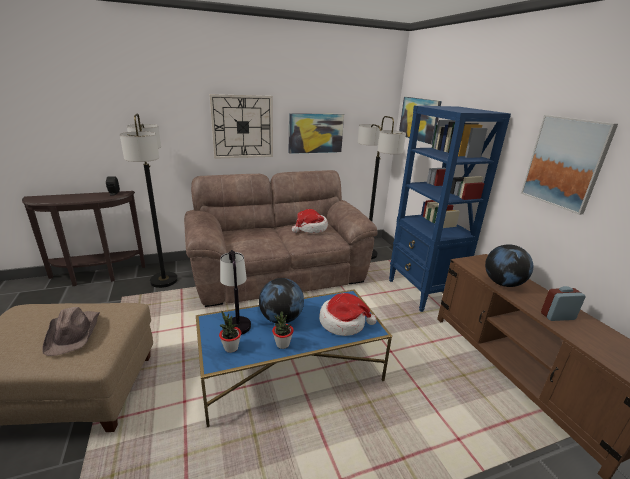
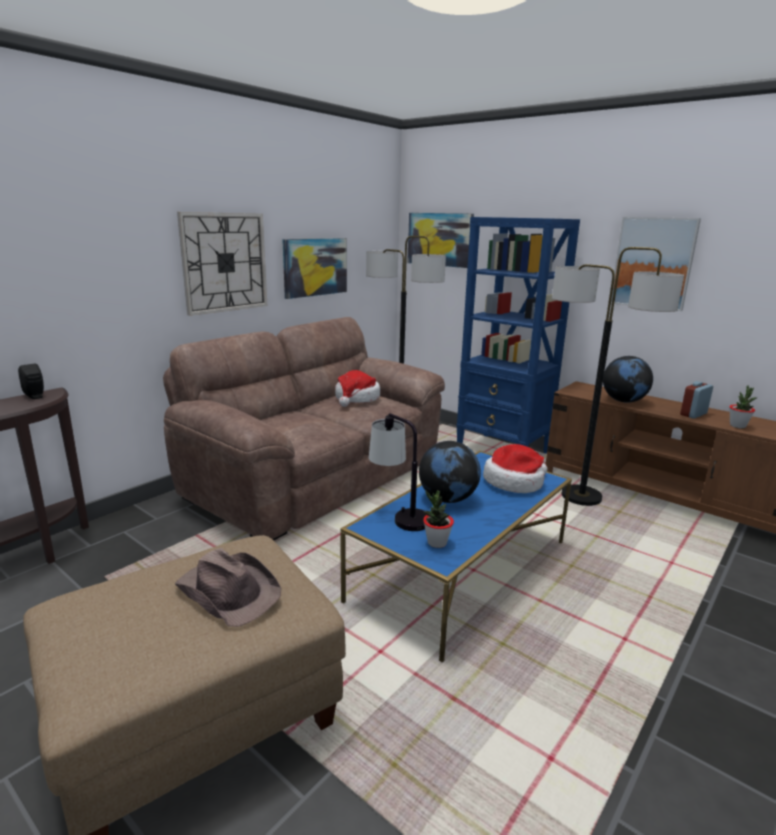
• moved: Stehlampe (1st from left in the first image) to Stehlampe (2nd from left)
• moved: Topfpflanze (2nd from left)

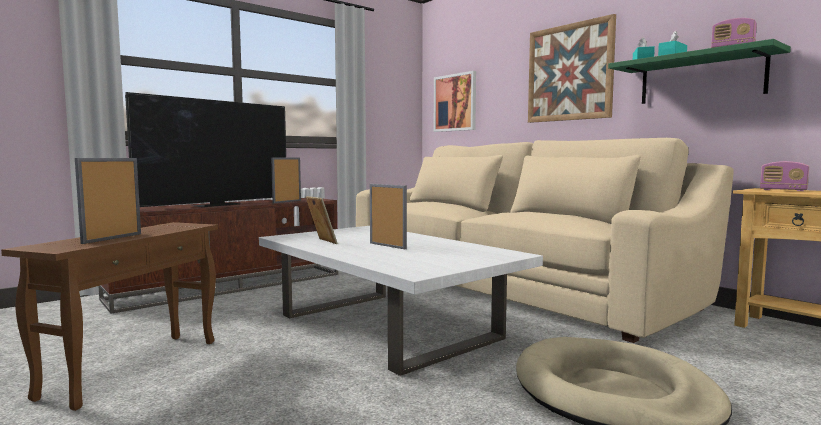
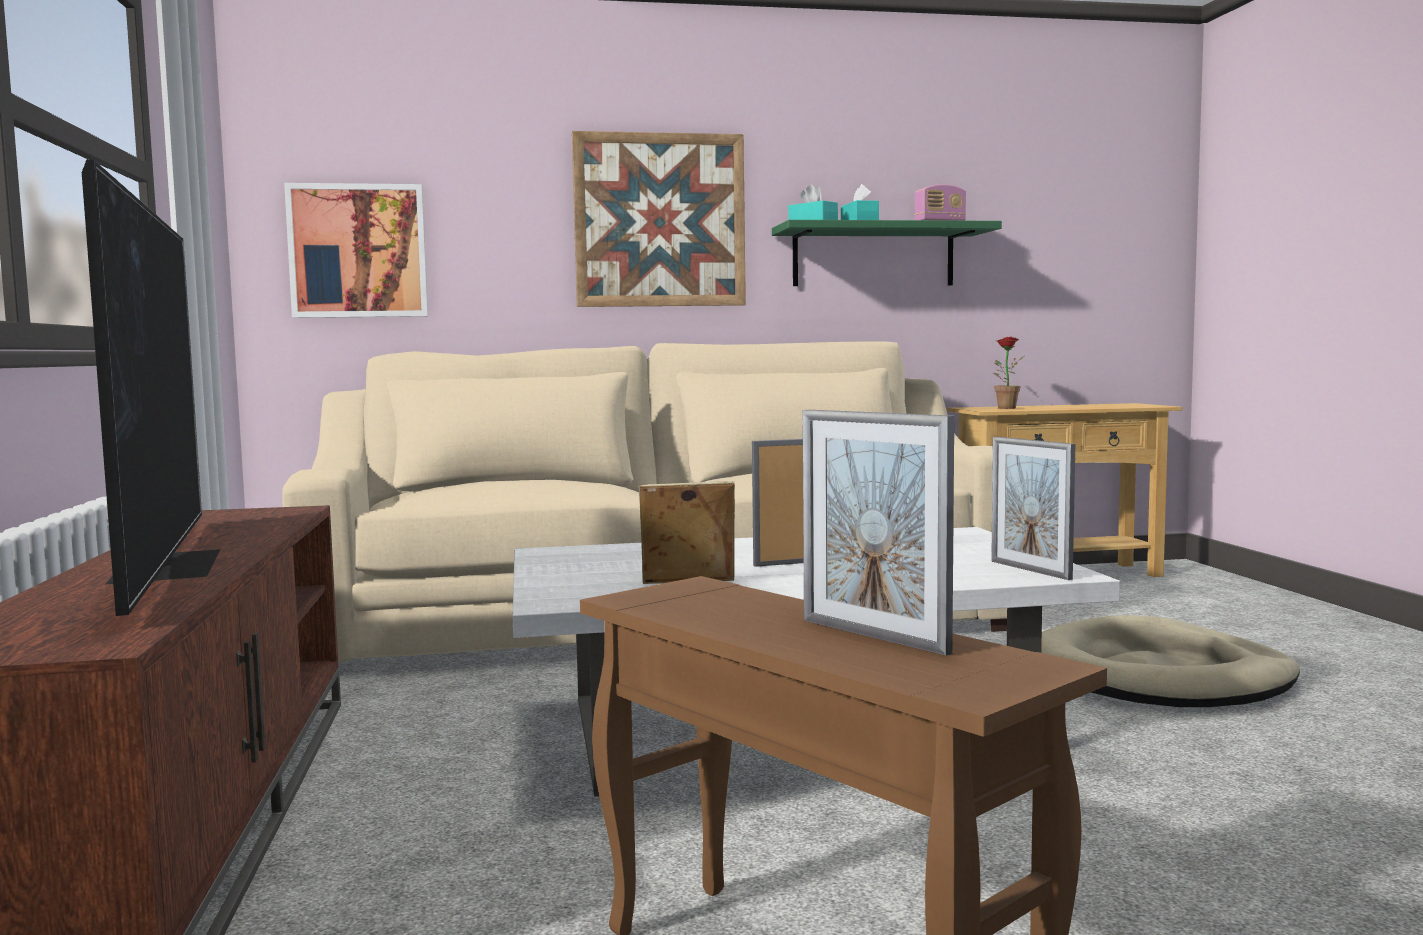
• moved: Bilderrahmen (2nd from left in the first image) to Bilderrahmen (4th from left)
• replaced: Radio (2nd from left) to Topfpflanze

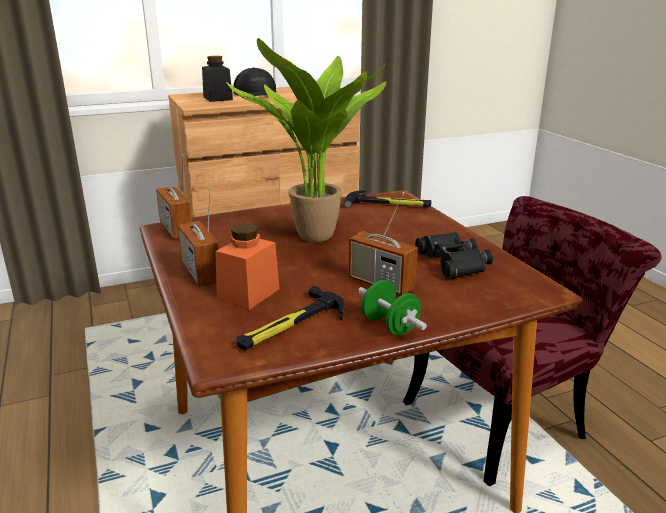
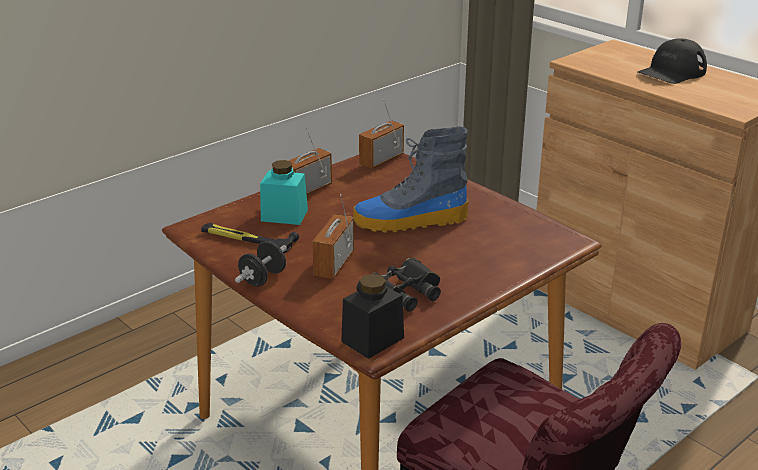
• moved: Vorratsglas (schwarz)
• recoloured: Vorratsglas (orange) to Vorratsglas (türkis)
• replaced: Topfpflanze to Stiefel
• removed: Hammer (2nd from left)
• recoloured: Hantel (grün) to Hantel (schwarz)

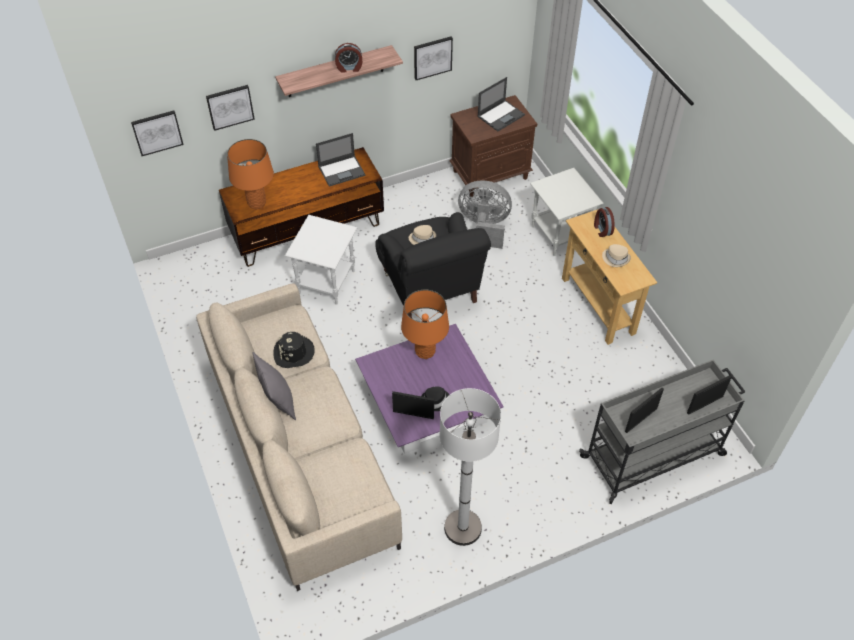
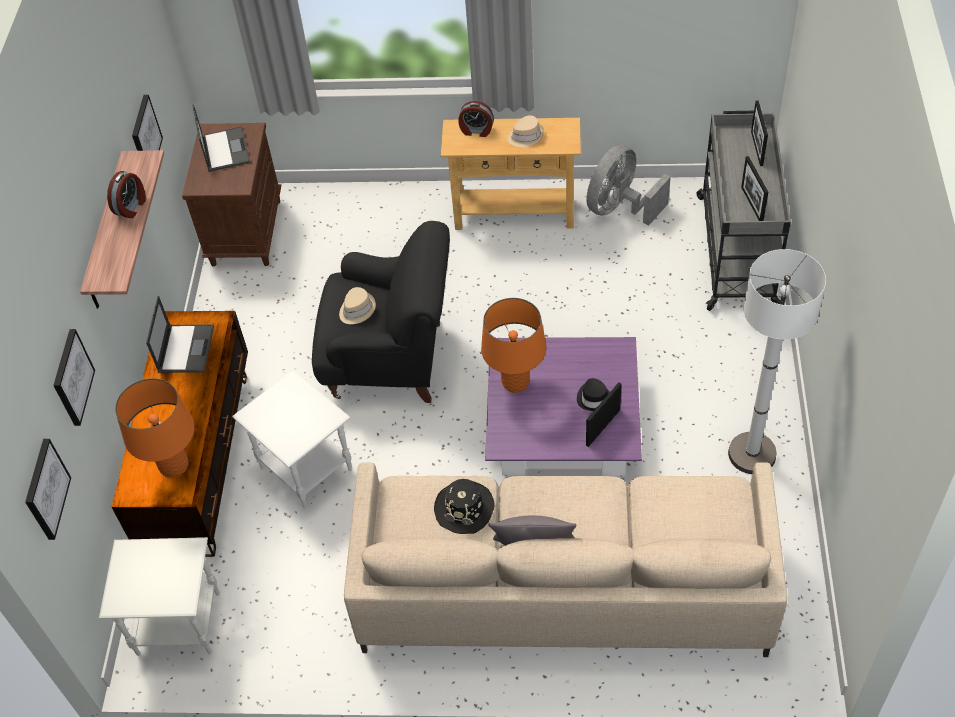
• moved: Ventilator (grau)
• moved: Beistelltisch (weiß) (2nd from left in the first image) to Beistelltisch (weiß) (1st from left)

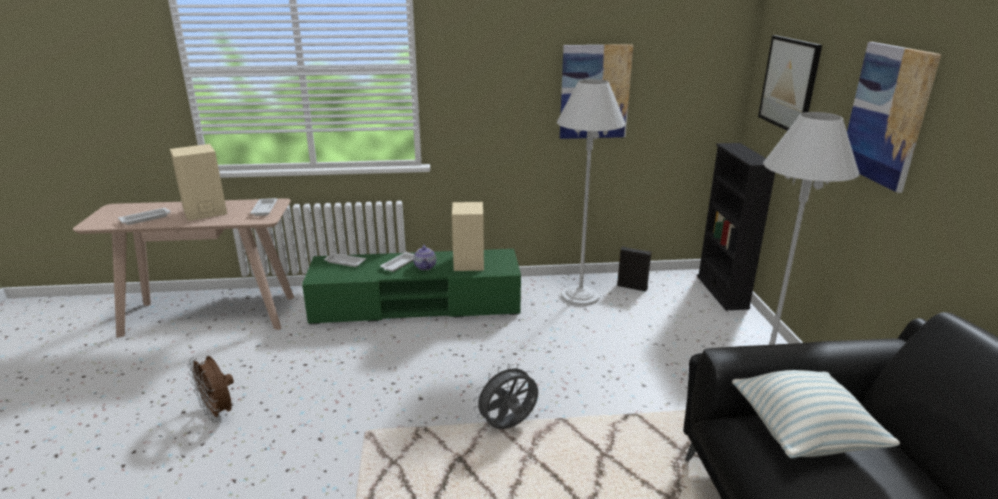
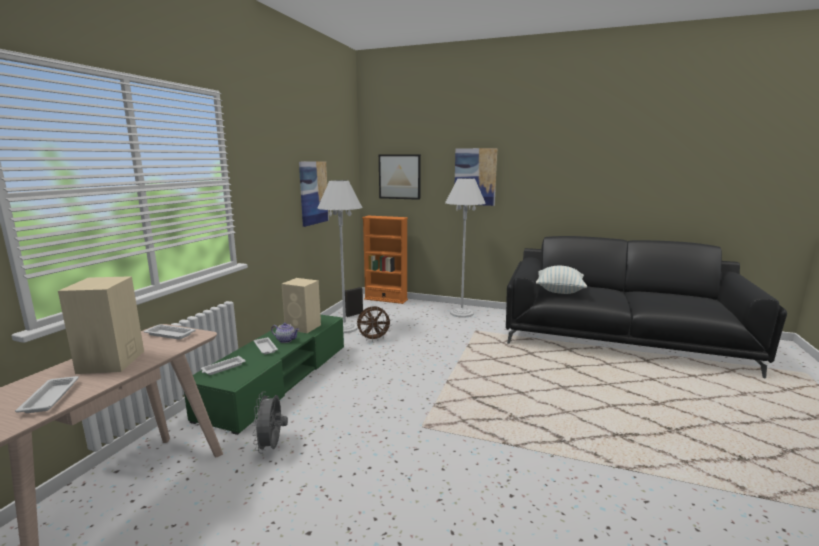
• moved: Ventilator (braun)
• moved: Ventilator (grau)
• recoloured: Bücherregal (schwarz) to Bücherregal (orange)

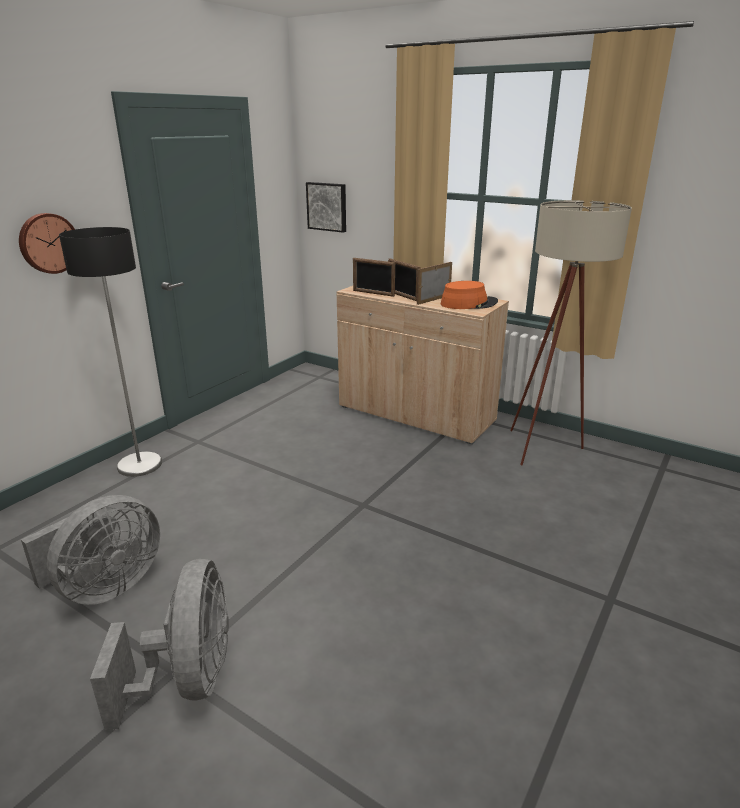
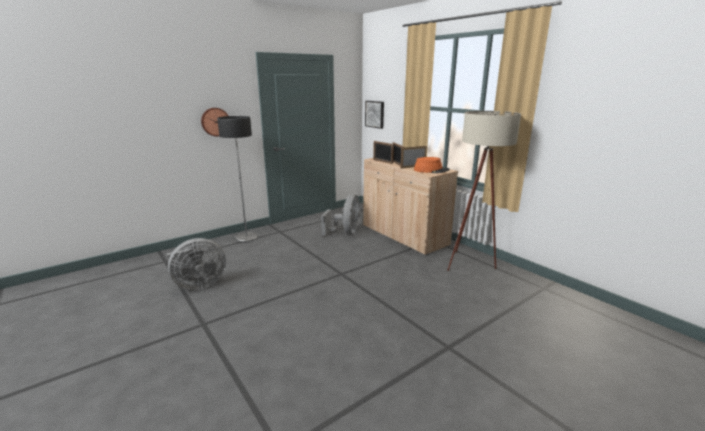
• moved: Ventilator (grau) (2nd from left)

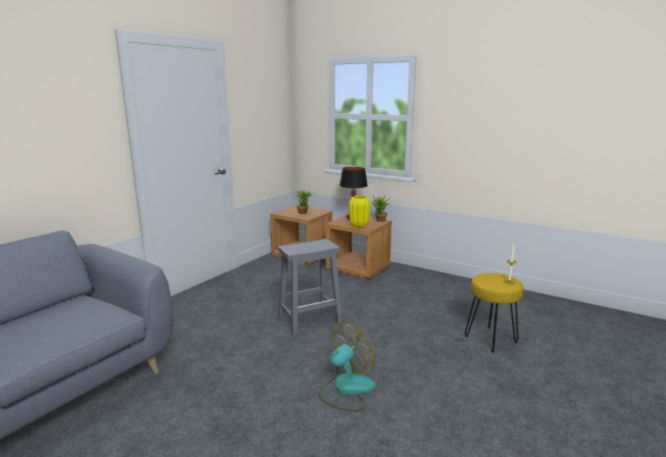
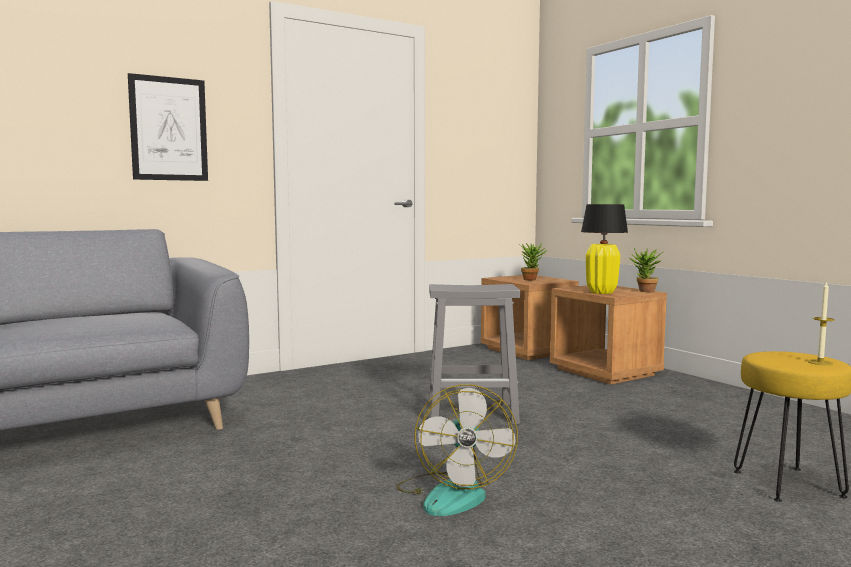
• turned: Ventilator 105 degrees clockwise
• added: Bild

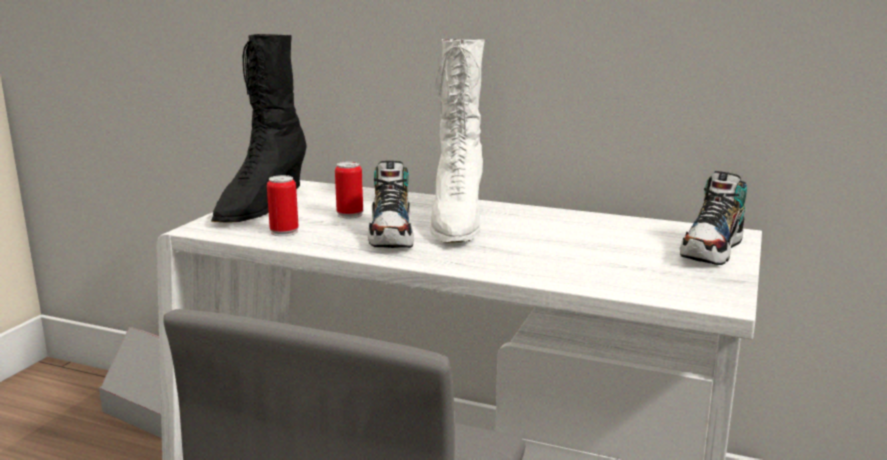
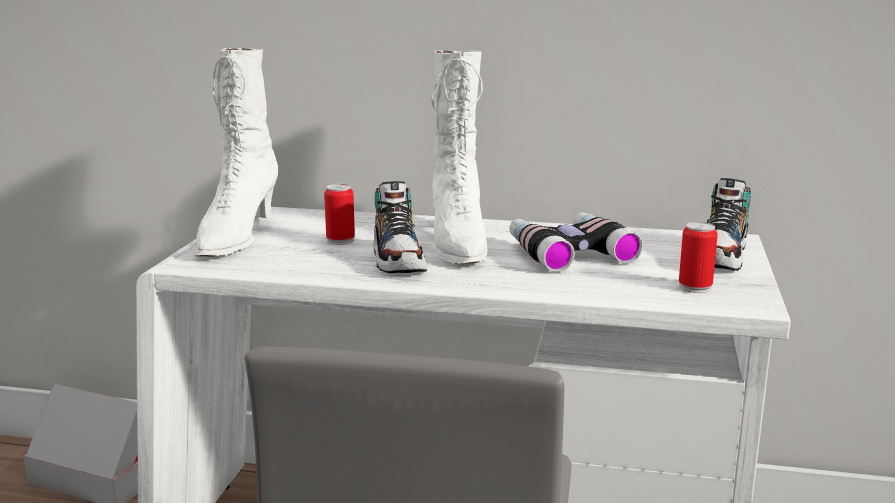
• recoloured: Stiefel (schwarz) to Stiefel (weiß) (1st from left)
• moved: Dose (1st from left in the first image) to Dose (2nd from left)
• added: Fernglas

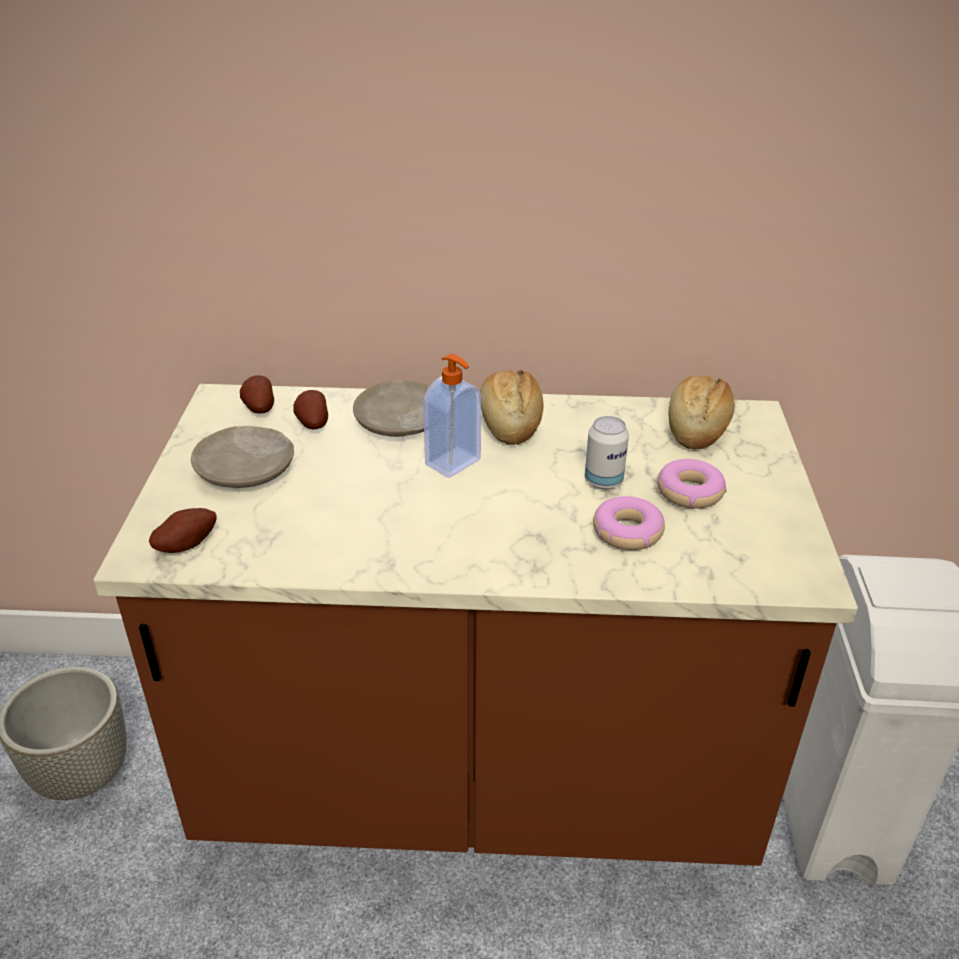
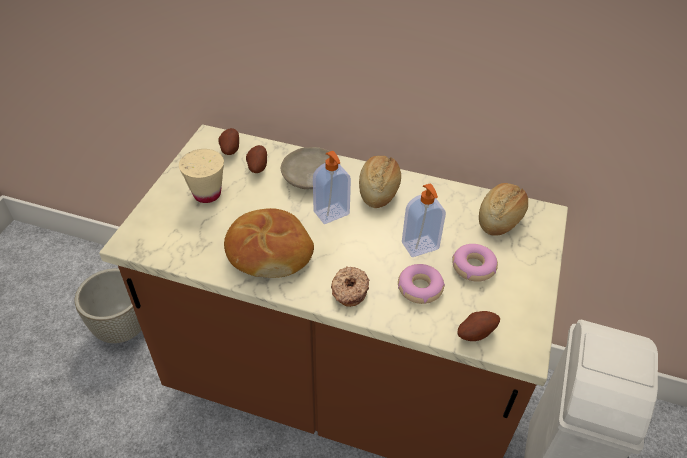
• moved: Kartoffel (1st from left in the first image) to Kartoffel (3rd from left)
• replaced: Teller (beige) (1st from left) to Tasse (beige)
• replaced: Dose to Seifenspender (2nd from left)
• added: Brot (1st from left)
• added: Donut (1st from left)

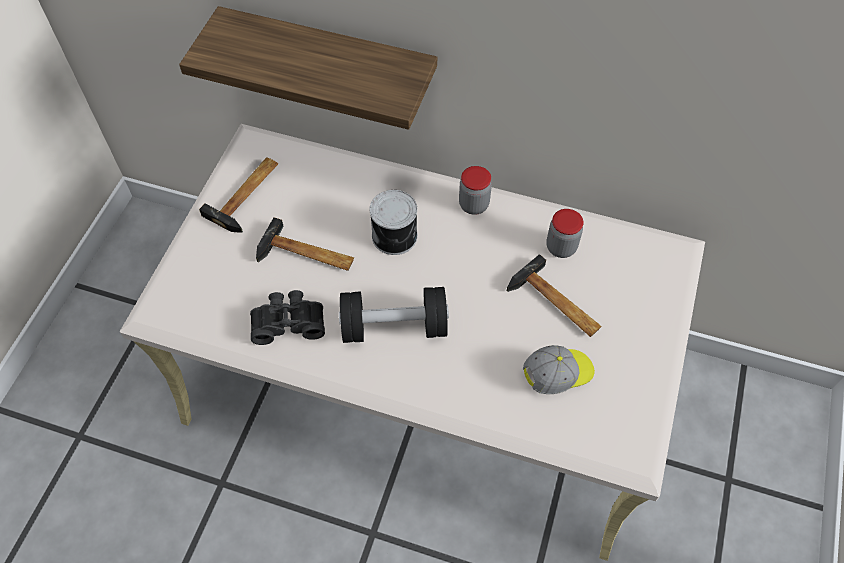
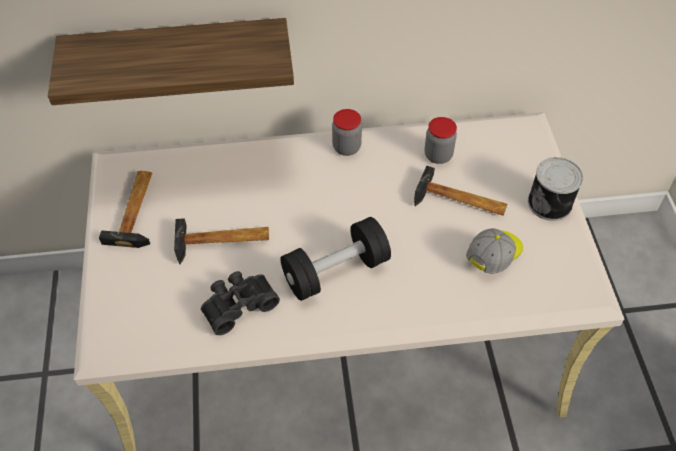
• moved: Dose

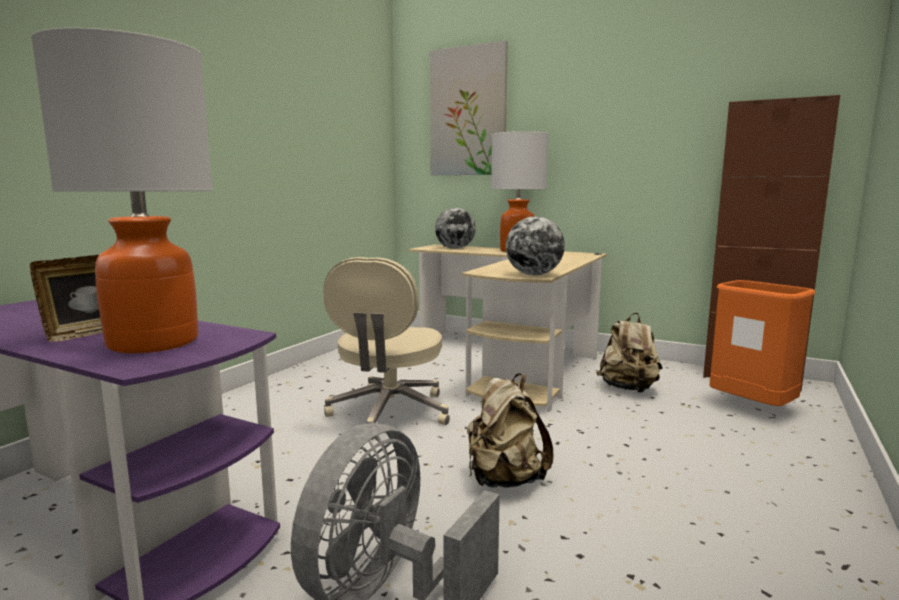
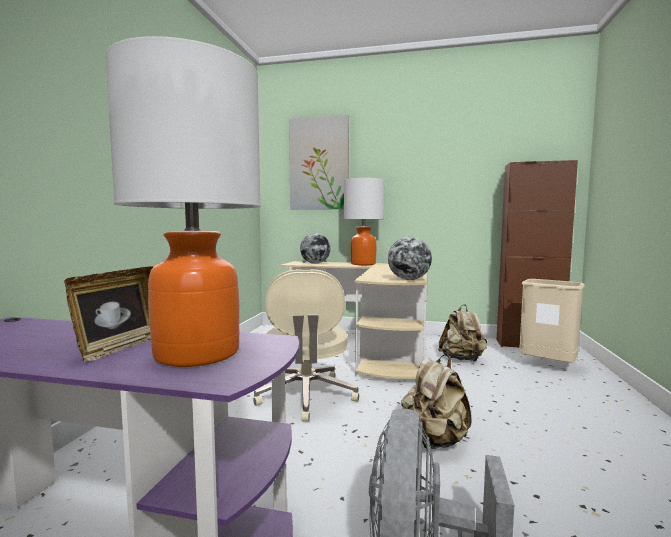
• recoloured: Mülleimer (orange) to Mülleimer (beige)

